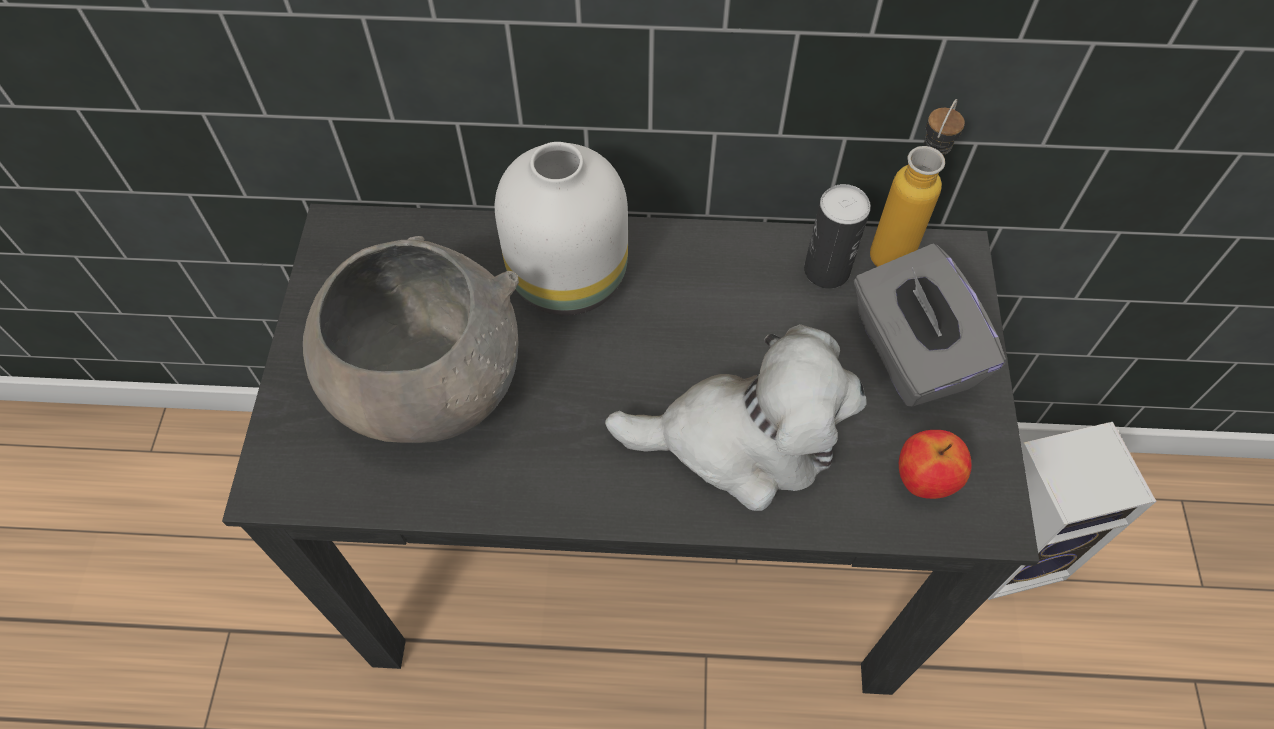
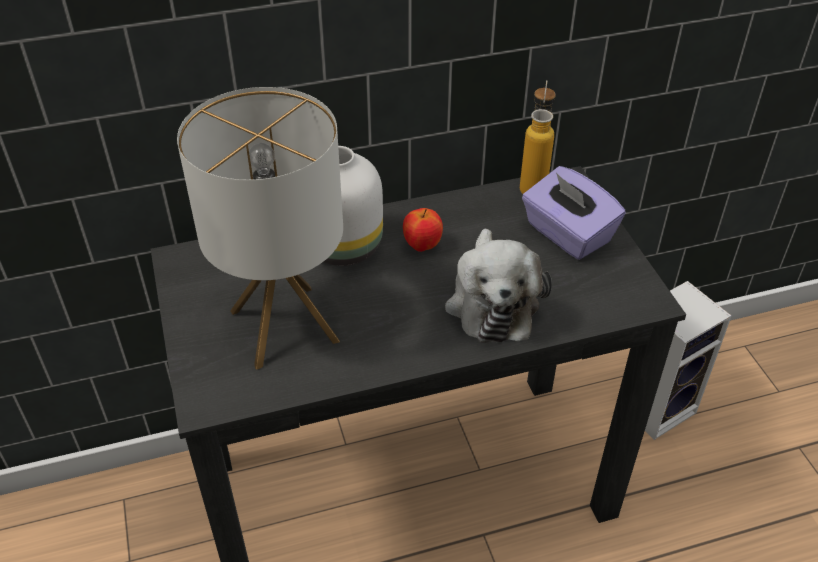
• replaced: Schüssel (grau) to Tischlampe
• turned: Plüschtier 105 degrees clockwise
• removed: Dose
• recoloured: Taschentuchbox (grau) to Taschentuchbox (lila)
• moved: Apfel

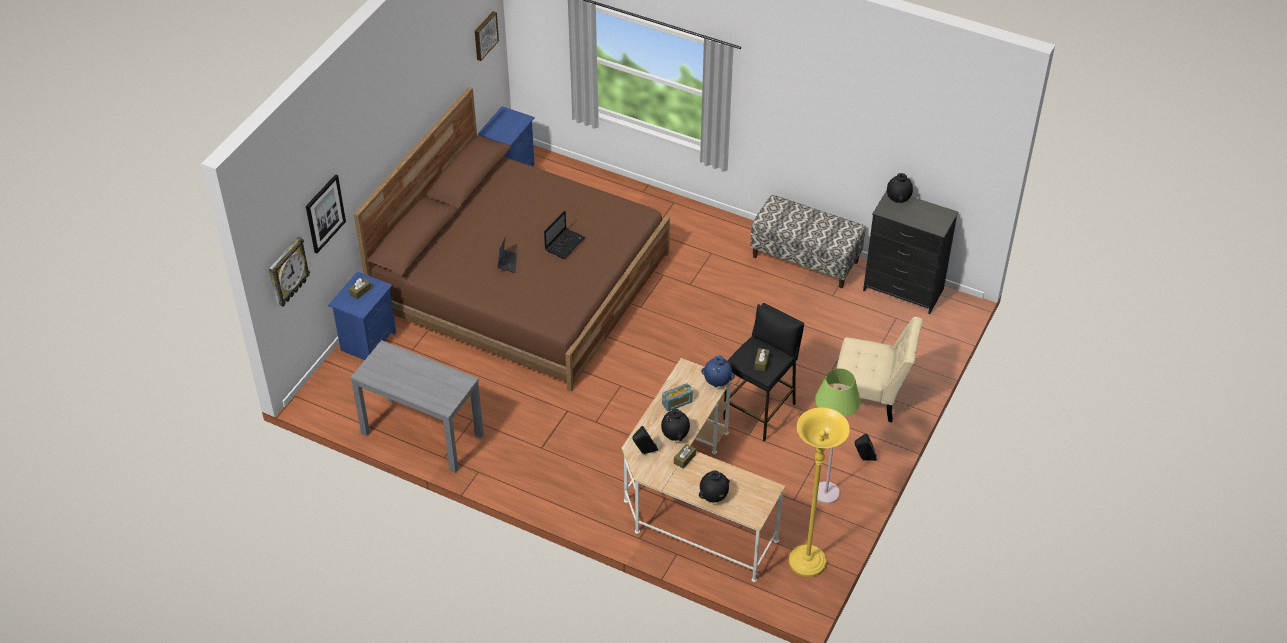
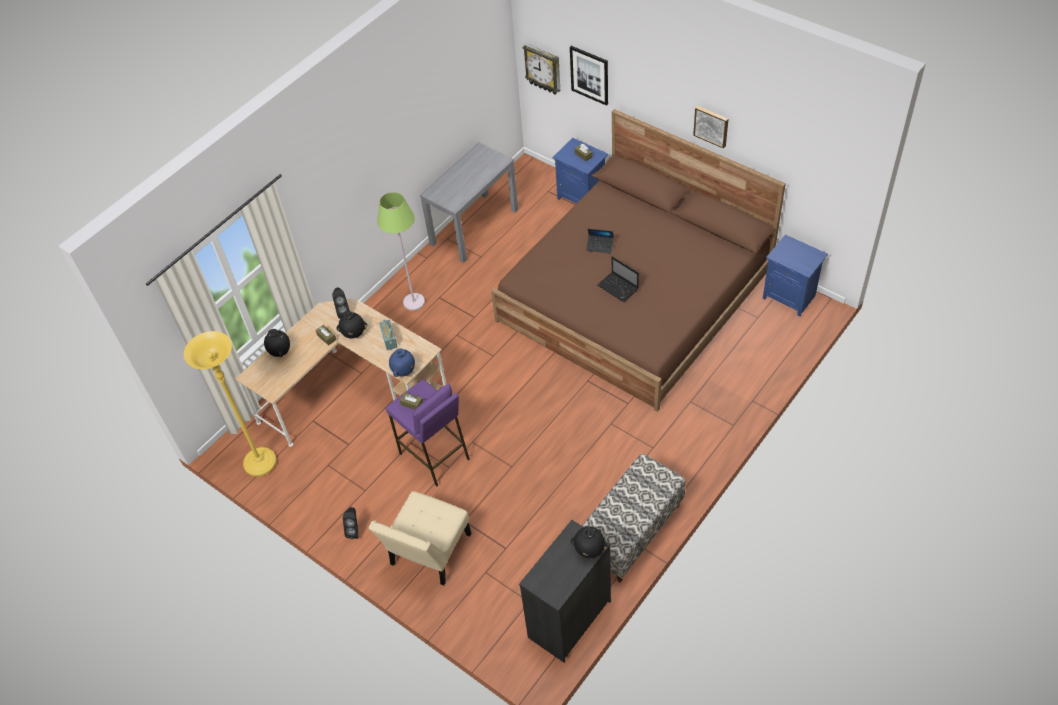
• moved: Bild (2nd from left)
• recoloured: Hocker (schwarz) to Hocker (lila)
• moved: Stehlampe (grün)

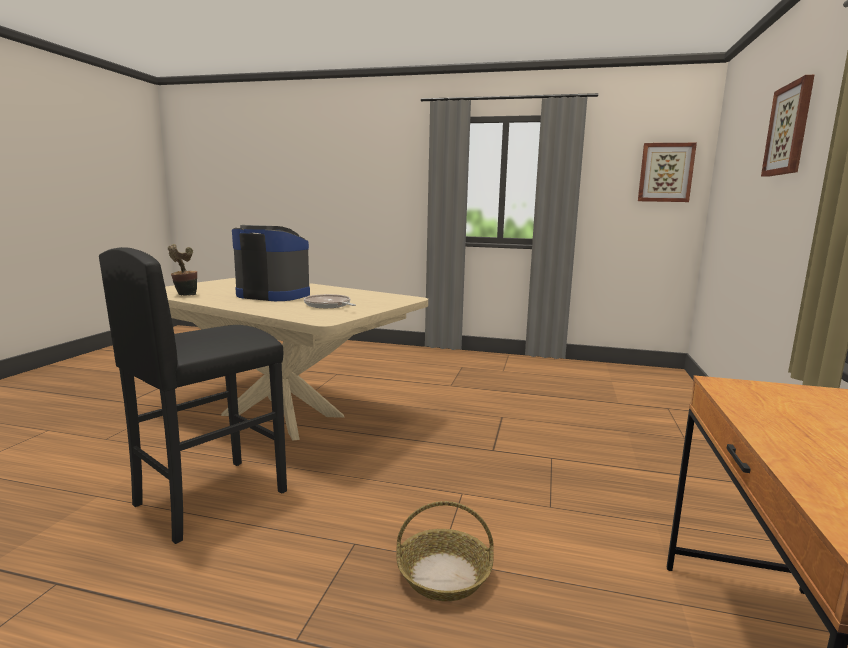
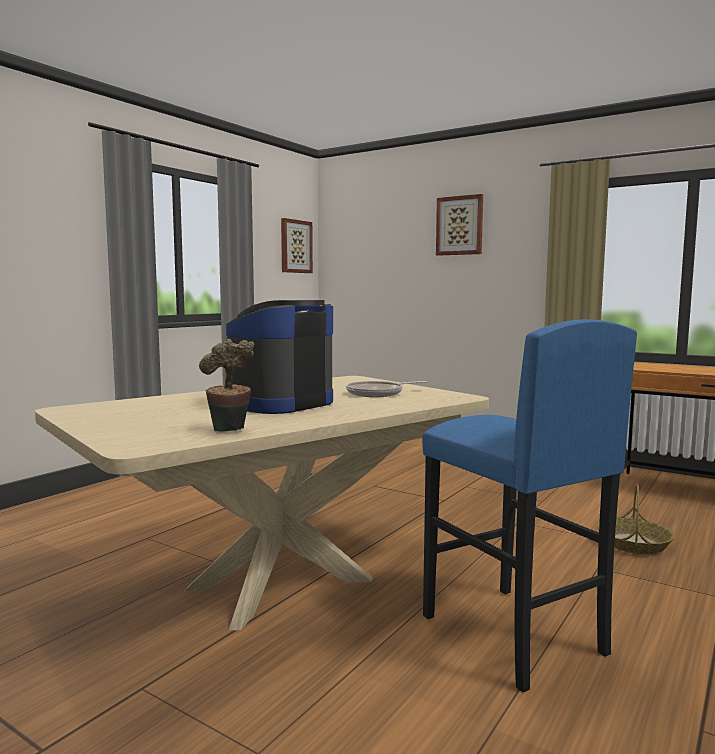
• recoloured: Hocker (schwarz) to Hocker (blau)

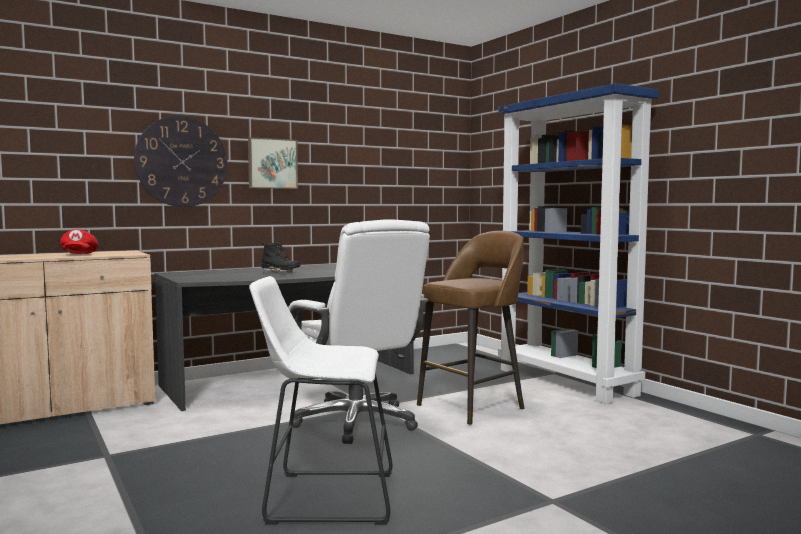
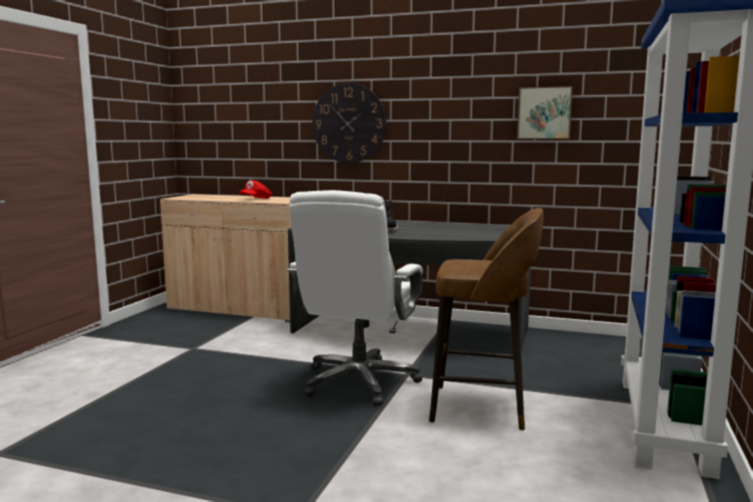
• moved: Bild
• removed: Hocker (weiß)

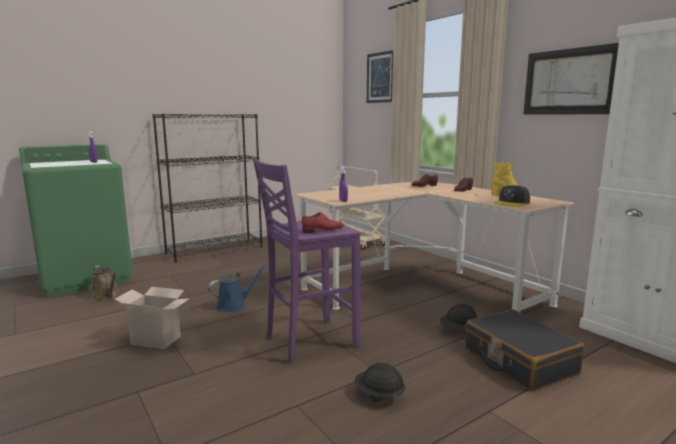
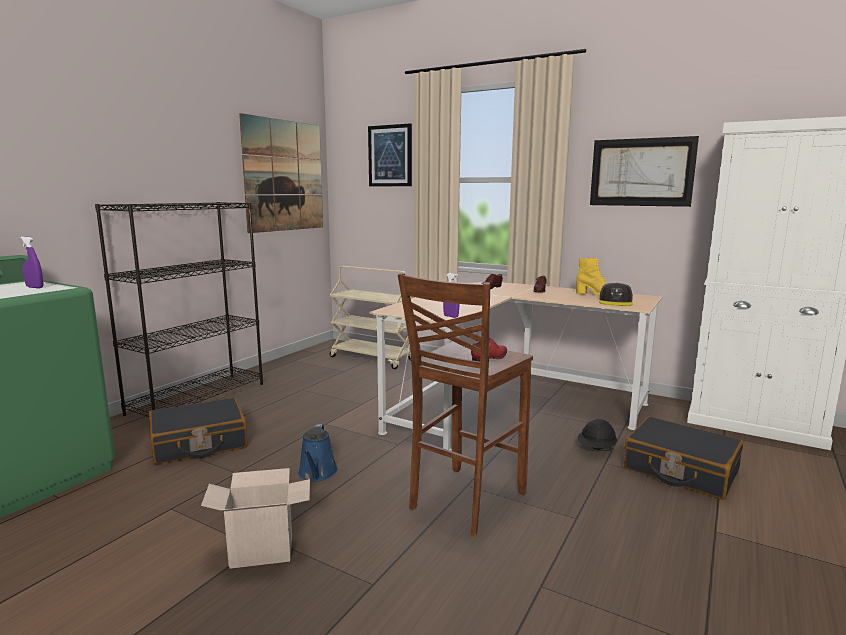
• removed: Gießkanne (braun)
• turned: Gießkanne (blau) 150 degrees clockwise
• recoloured: Hocker (lila) to Hocker (braun)
• removed: Schutzhelm (schwarz) (1st from left)
• added: Koffer (schwarz) (1st from left)
• added: Bild (1st from left)

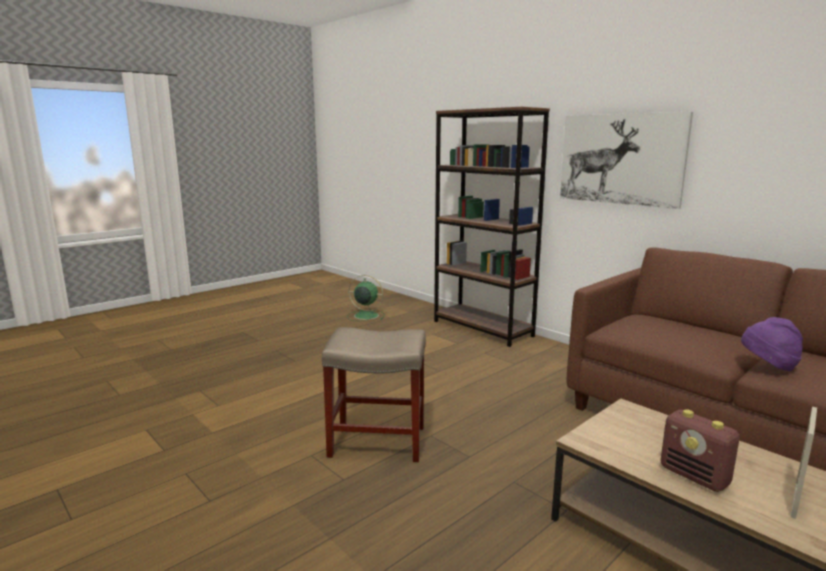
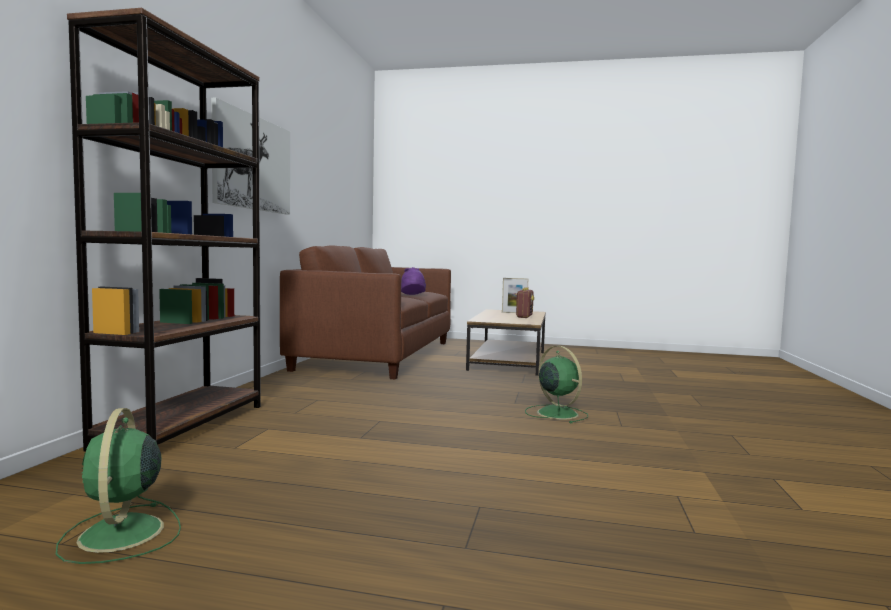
• replaced: Hocker (beige) to Ventilator (grün) (2nd from left)

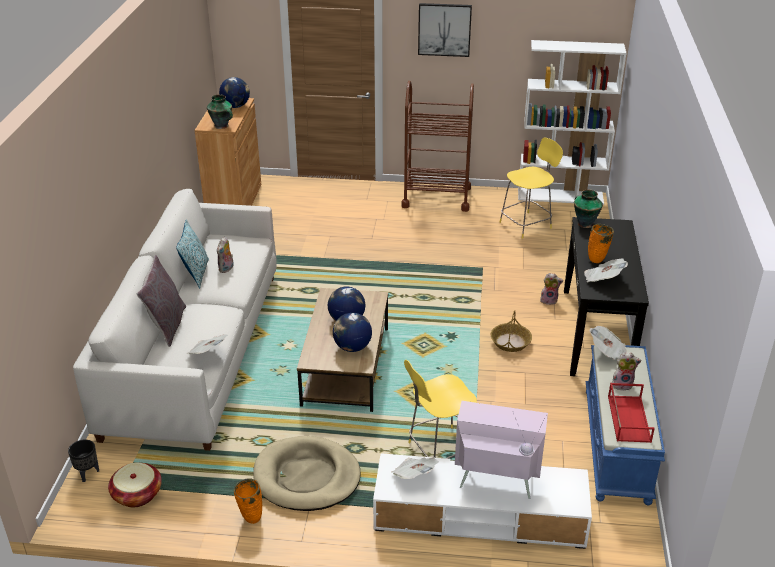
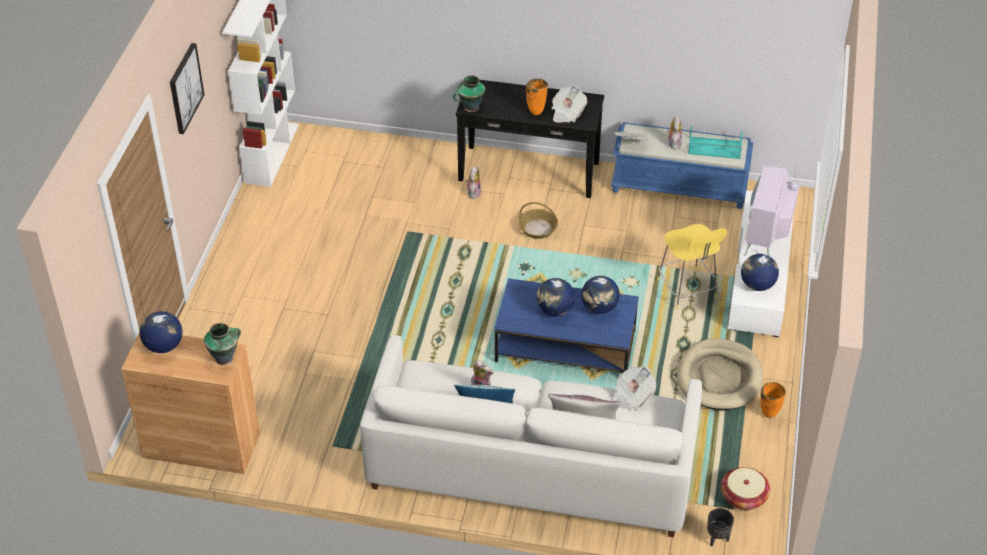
• recoloured: Couchtisch (braun) to Couchtisch (blau)
• replaced: Zeitung (2nd from left) to Globus (4th from left)
• removed: Rollwagen (braun)
• removed: Hocker (gelb) (2nd from left)
• recoloured: Tablett (rot) to Tablett (türkis)

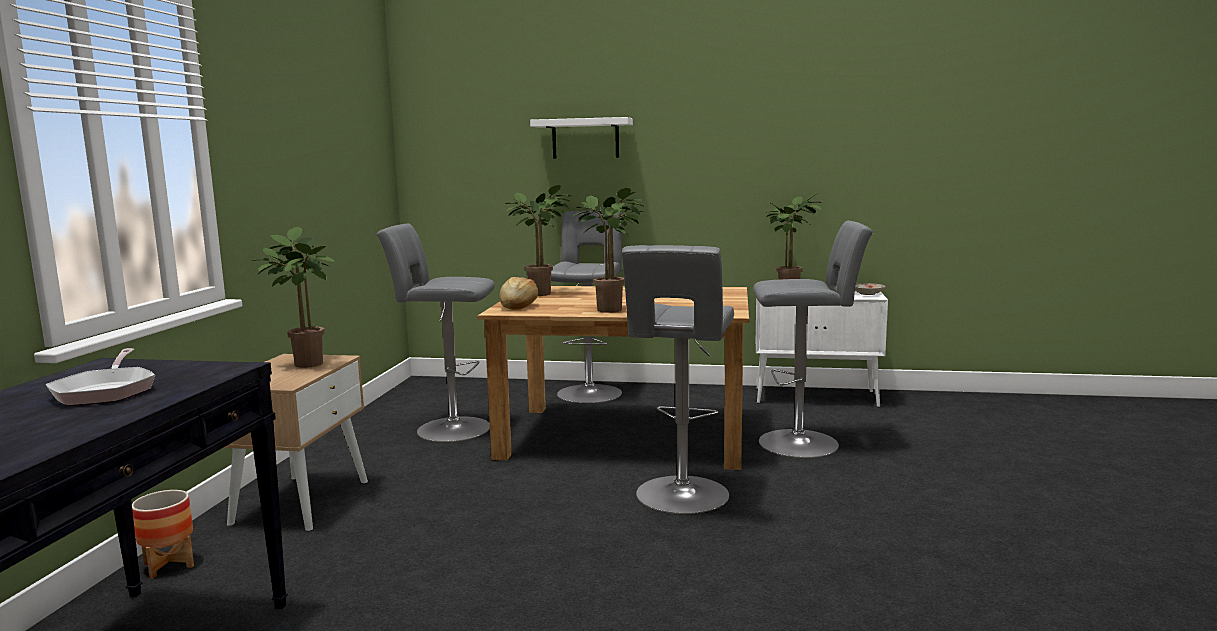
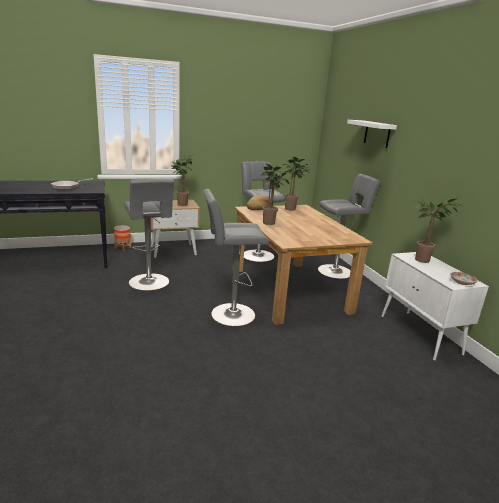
• moved: Hocker (grau) (4th from left in the first image) to Hocker (grau) (1st from left)

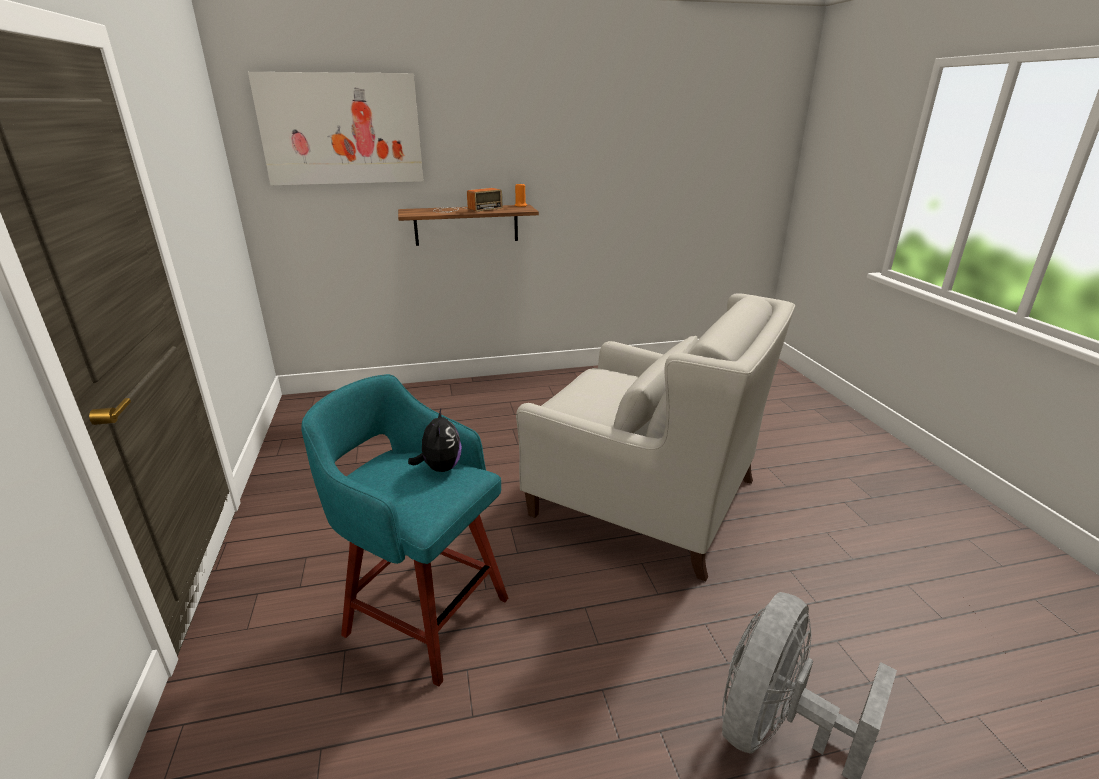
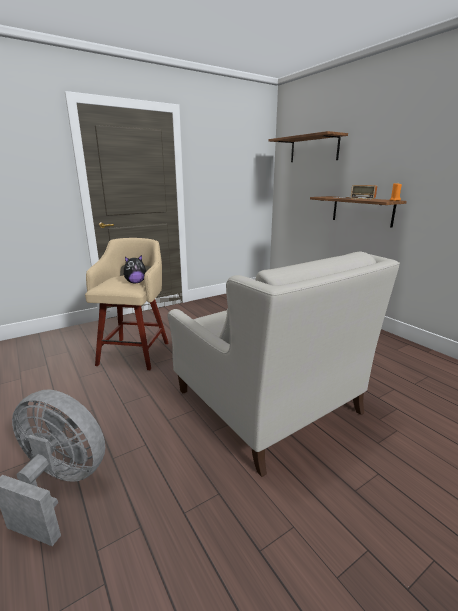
• replaced: Bild to Wandregal (1st from left)
• recoloured: Hocker (türkis) to Hocker (beige)
• turned: Sessel (weiß) 45 degrees counterclockwise

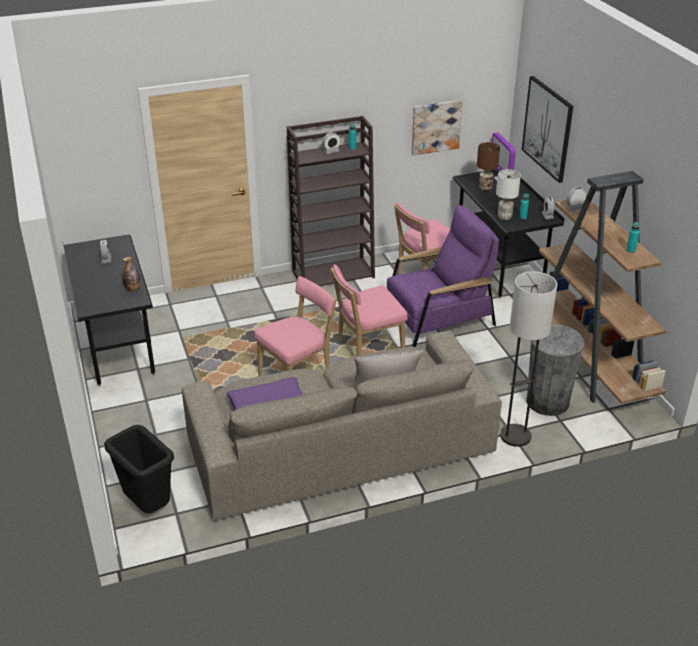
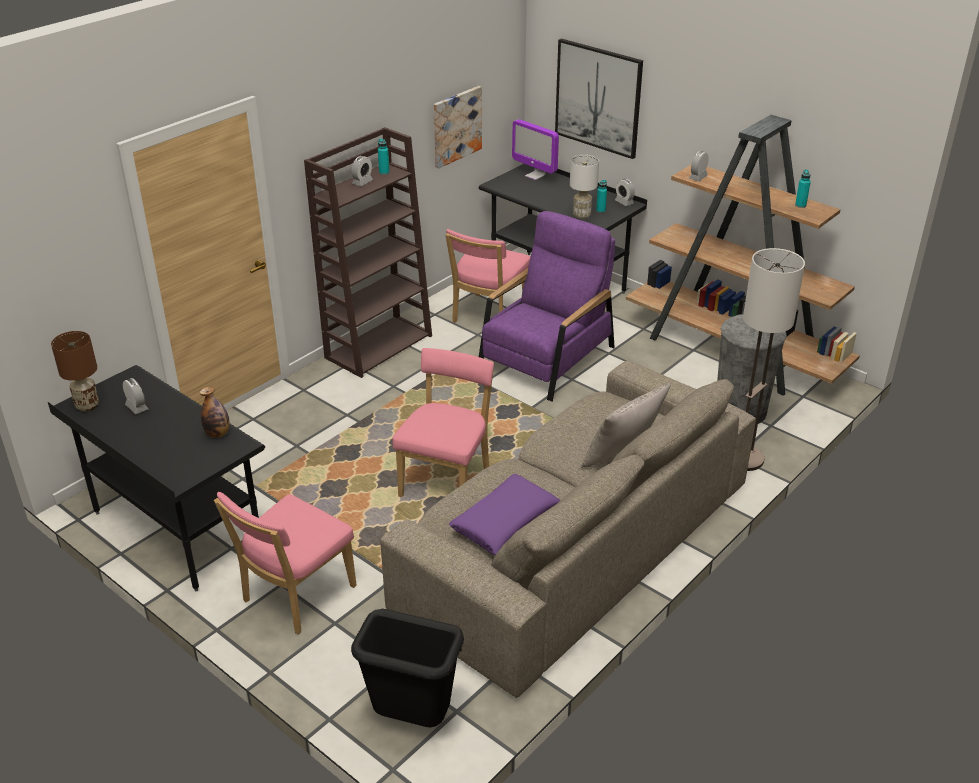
• moved: Stuhl (rosa) (2nd from left in the first image) to Stuhl (rosa) (1st from left)
• moved: Tischlampe (braun)

